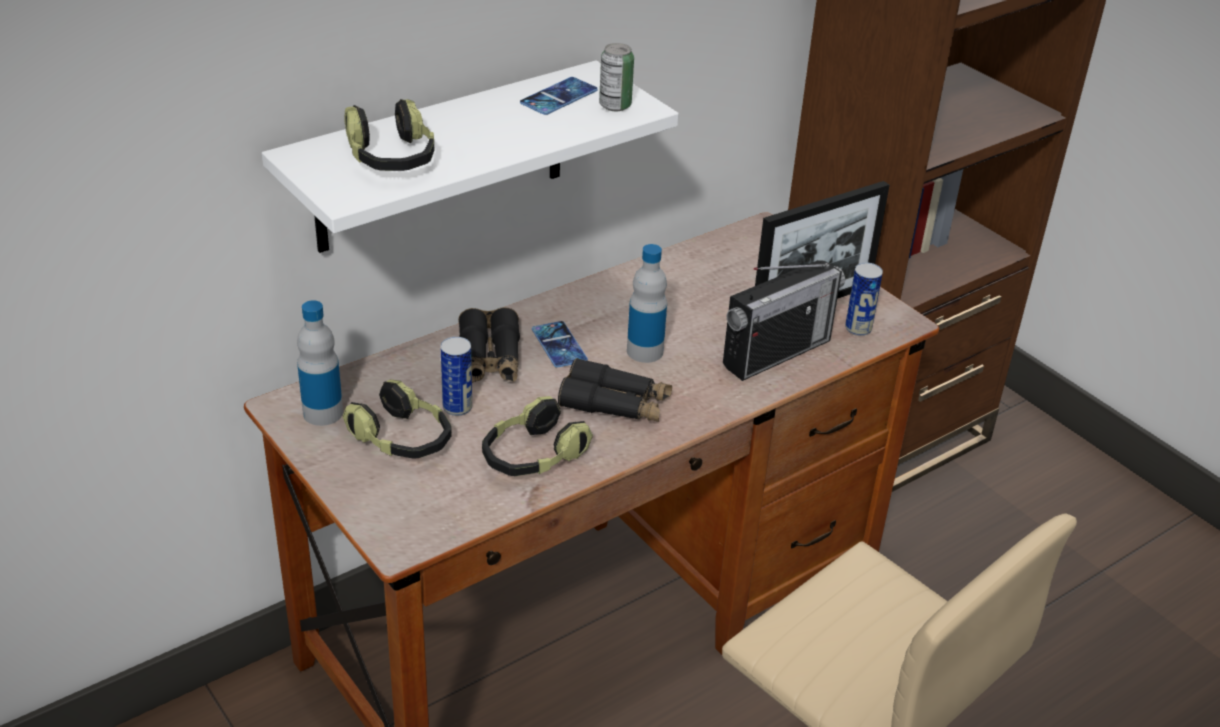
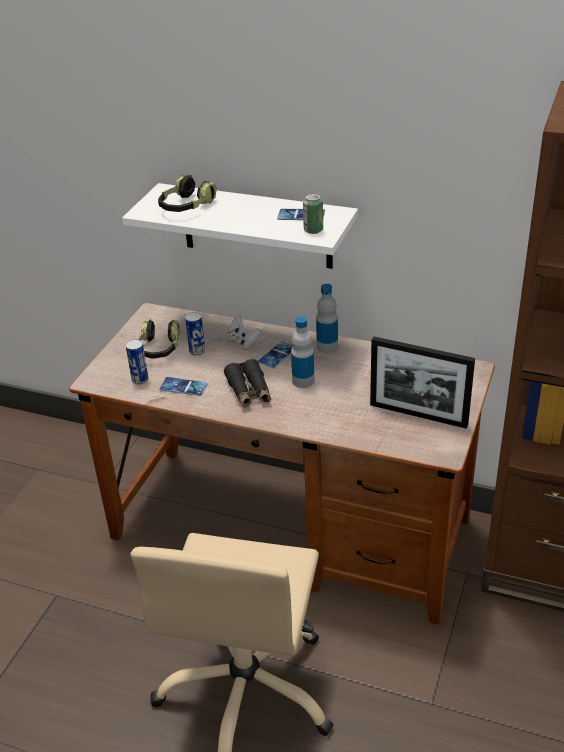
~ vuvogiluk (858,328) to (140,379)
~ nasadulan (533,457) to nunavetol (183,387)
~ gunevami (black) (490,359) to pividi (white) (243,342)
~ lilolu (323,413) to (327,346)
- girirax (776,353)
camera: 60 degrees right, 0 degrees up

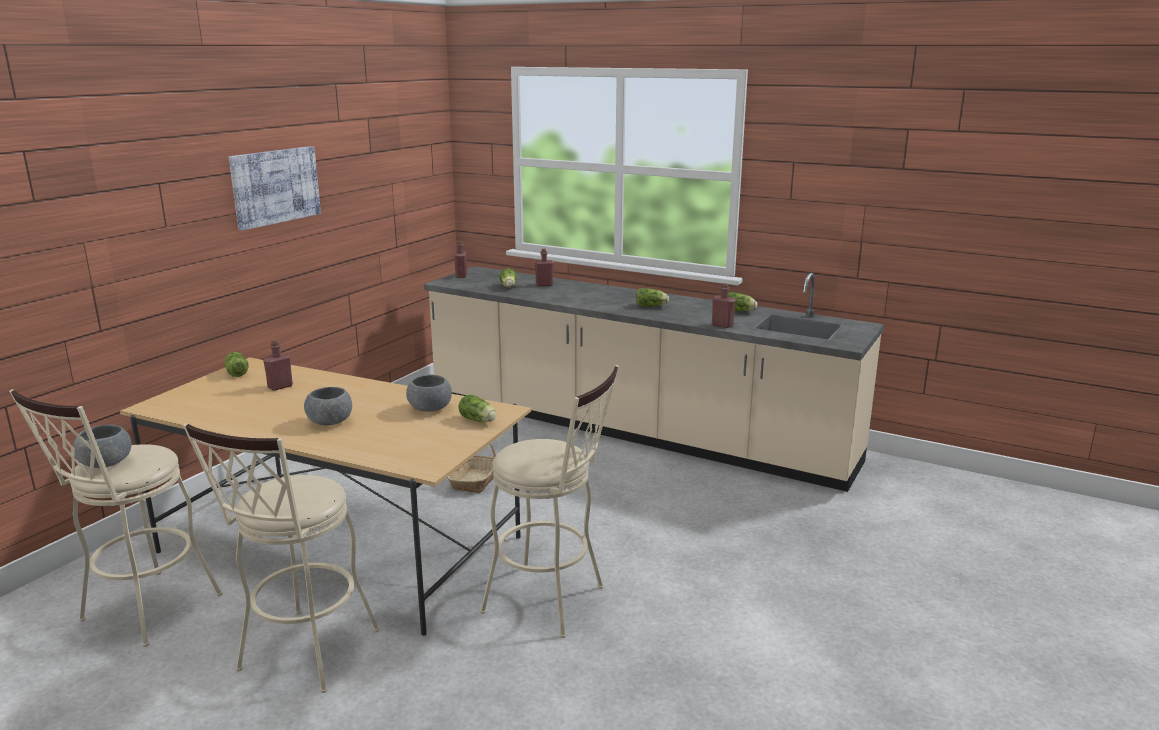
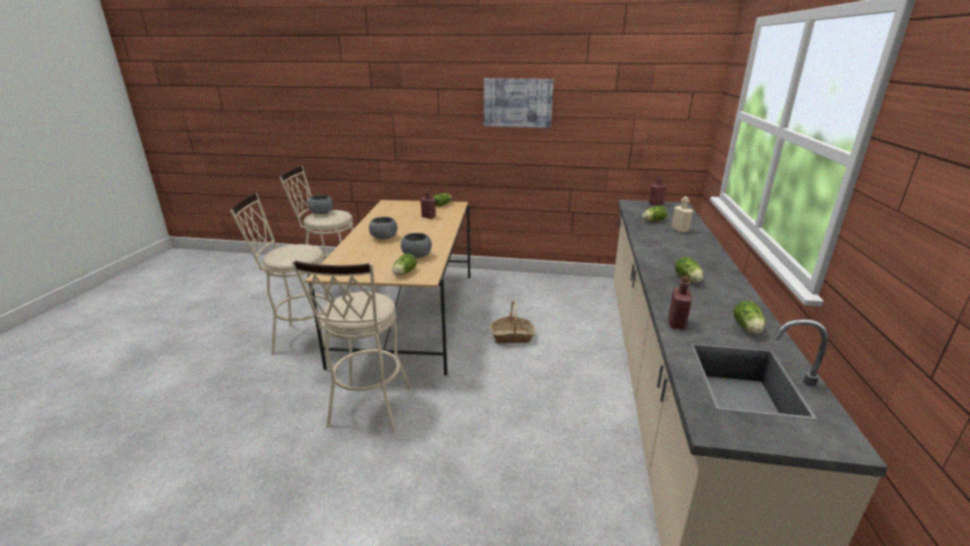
~ lilolu (red) (544,285) to lilolu (beige) (679,230)
camera: 70 degrees right, 5 degrees up

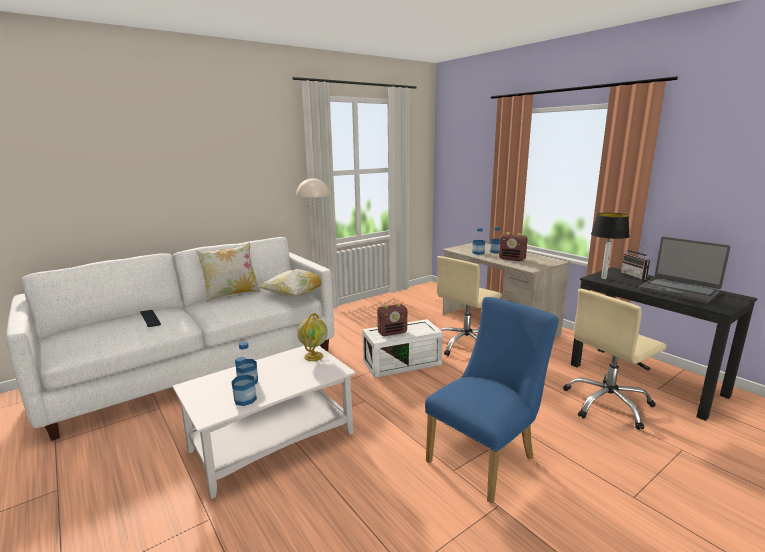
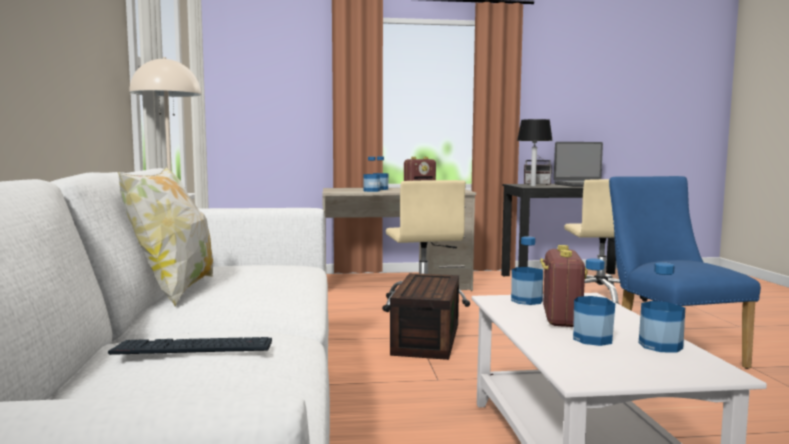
~ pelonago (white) (402,362) to pelonago (brown) (425,338)
~ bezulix (313,356) to lilolu (526,300)
~ girirax (392,333) to (561,319)
- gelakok (295,295)
camera: 60 degrees left, 10 degrees down

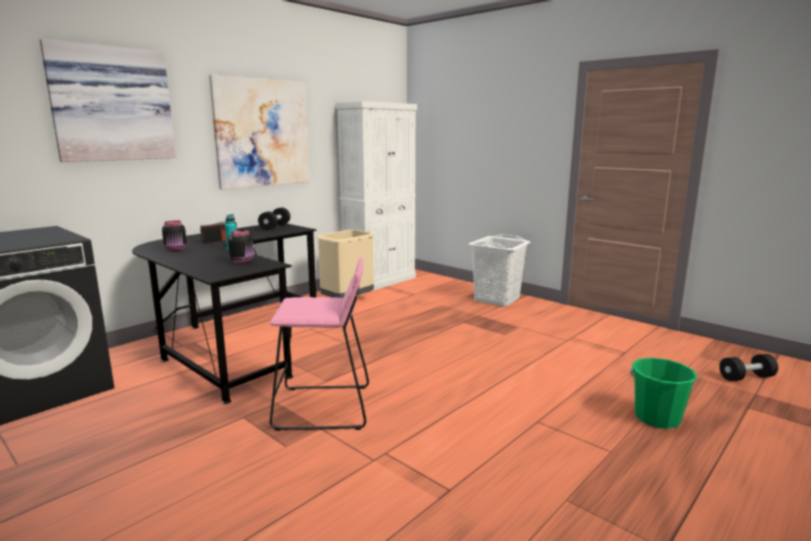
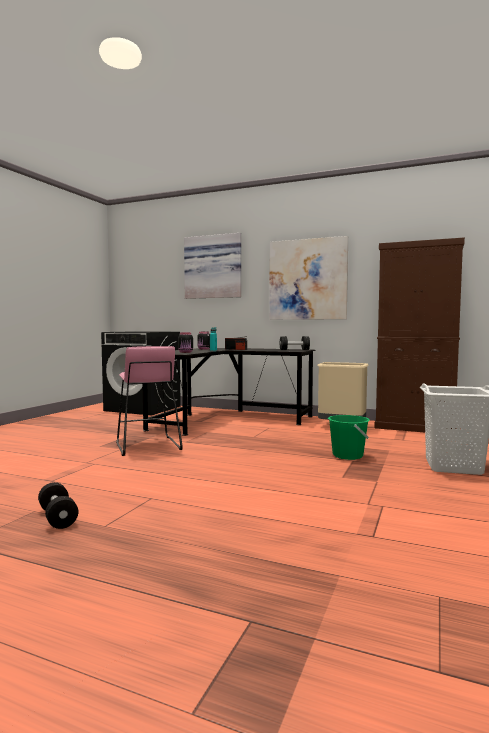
~ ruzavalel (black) (746,377) to (58,517)
~ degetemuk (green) (657,418) to (348,456)
~ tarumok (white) (379,281) to tarumok (brown) (415,427)
camera: 70 degrees right, 10 degrees down

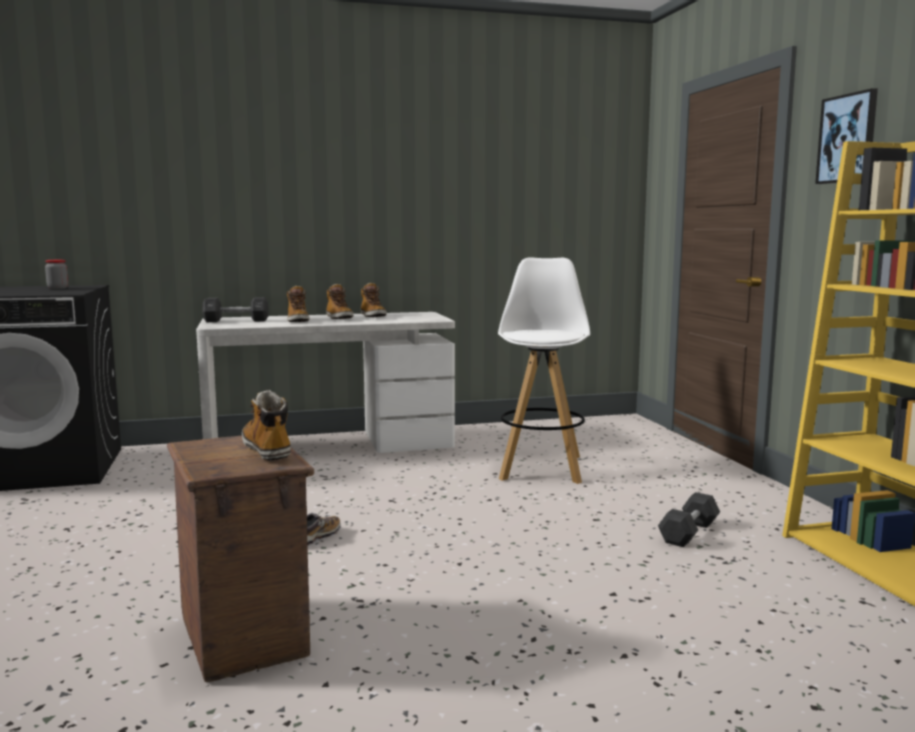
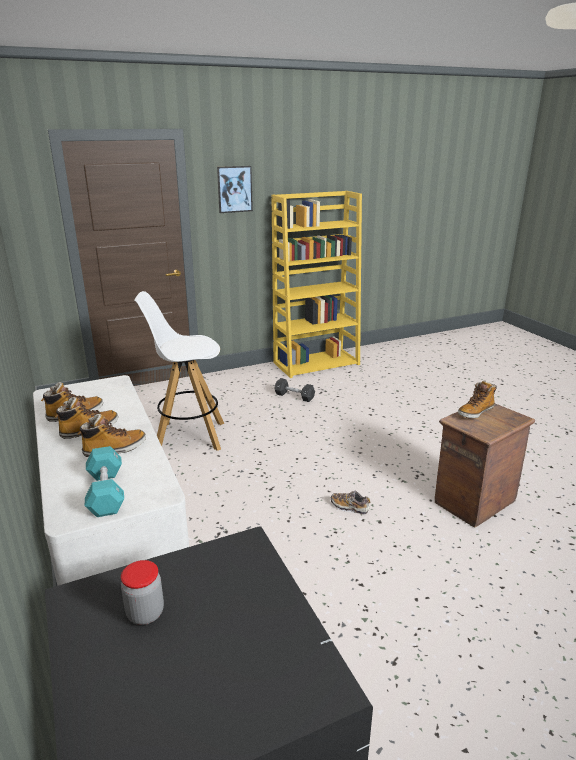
~ ruzavalel (black) (236,321) to ruzavalel (turquoise) (106,492)
camera: 100 degrees left, 15 degrees up

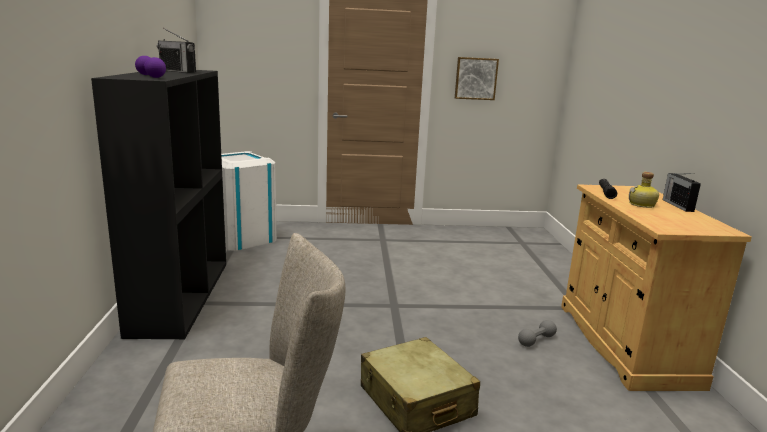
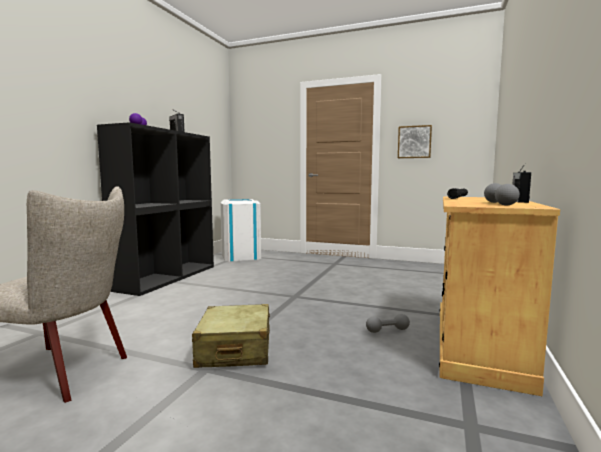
+ ruzavalel (grey) (499,204)
- lilolu (642,205)
camera: 25 degrees right, 10 degrees down

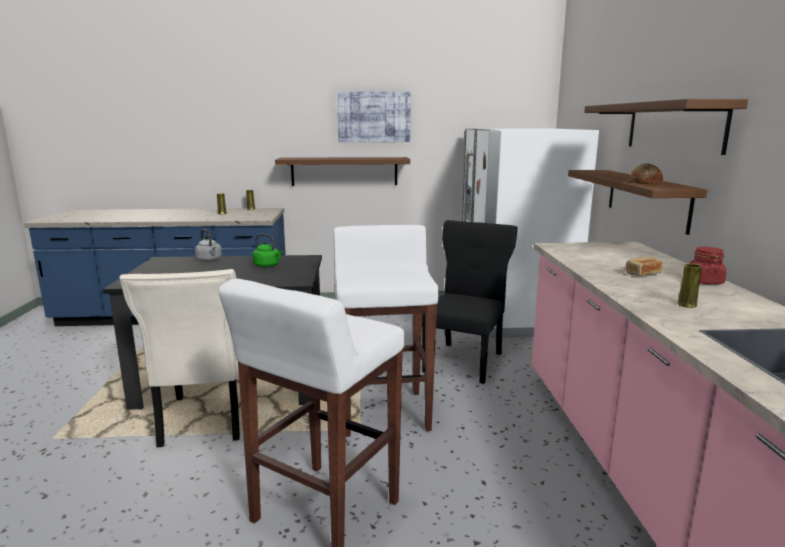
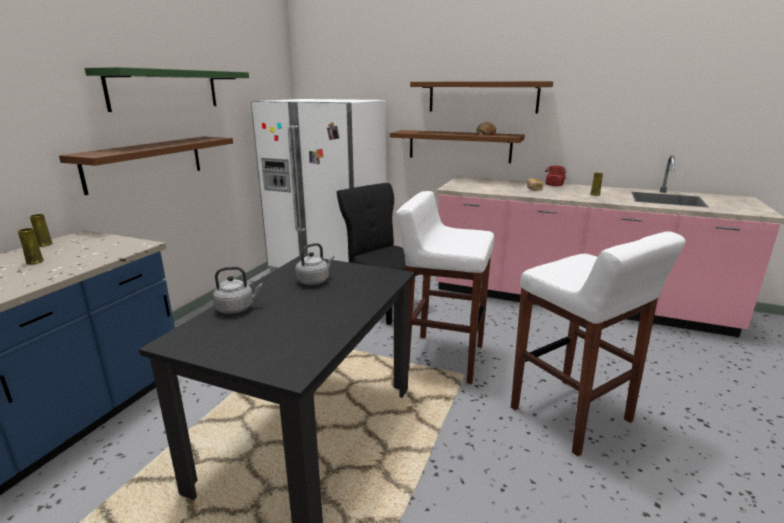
~ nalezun (374,117) to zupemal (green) (165,89)
~ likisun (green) (268,266) to likisun (grey) (314,281)
- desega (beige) (205,421)
camera: 65 degrees left, 5 degrees up

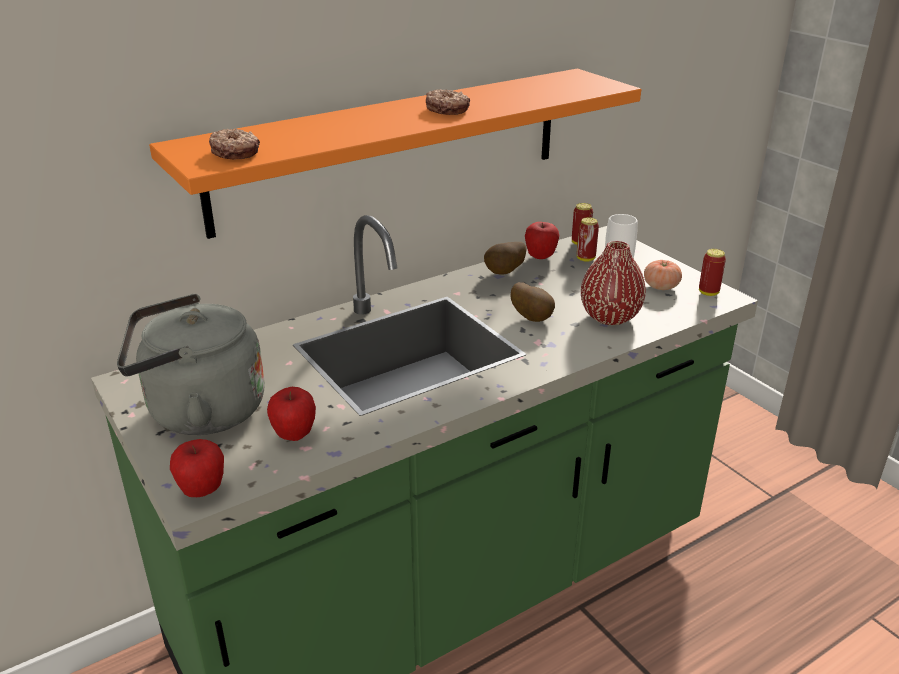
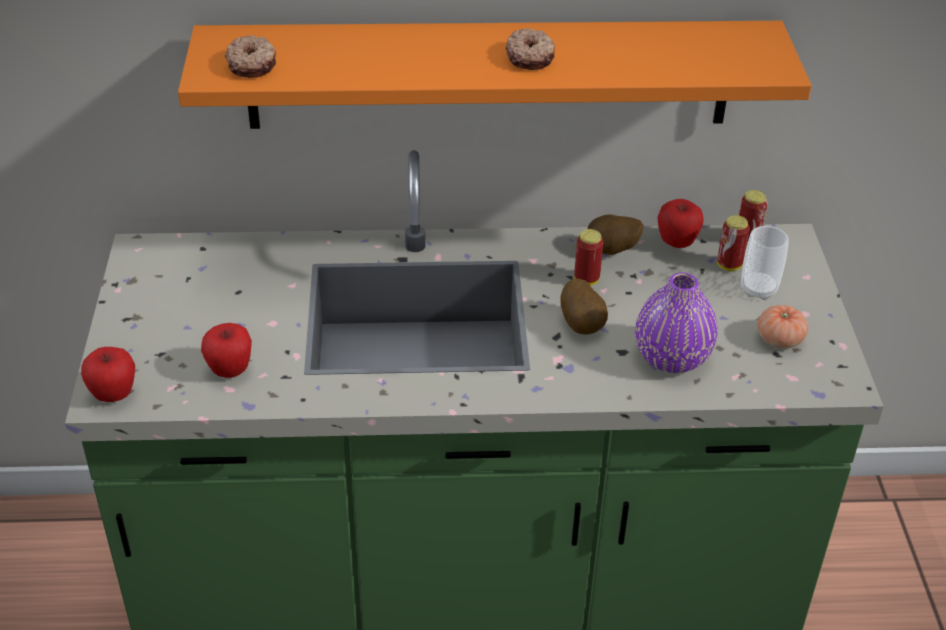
~ vuvogiluk (708,293) to (586,280)
~ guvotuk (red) (610,317) to guvotuk (purple) (672,358)
- likisun (grey) (199,412)
camera: 30 degrees right, 10 degrees up

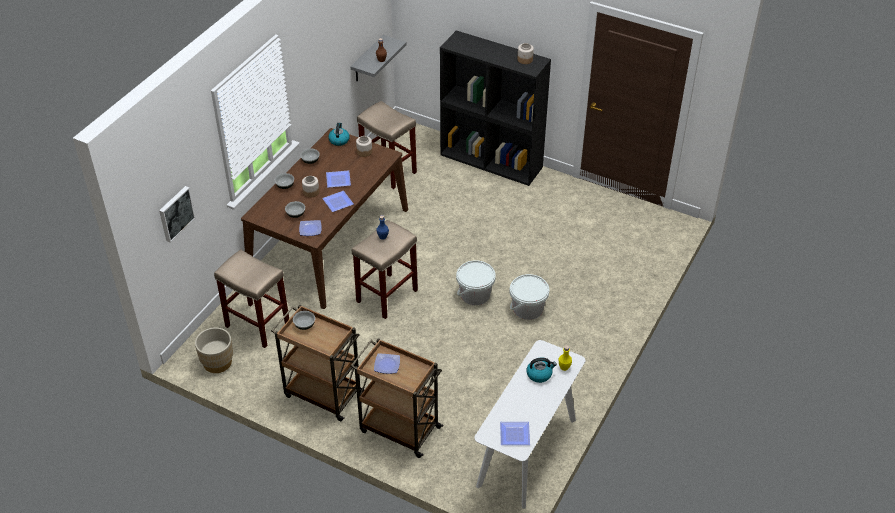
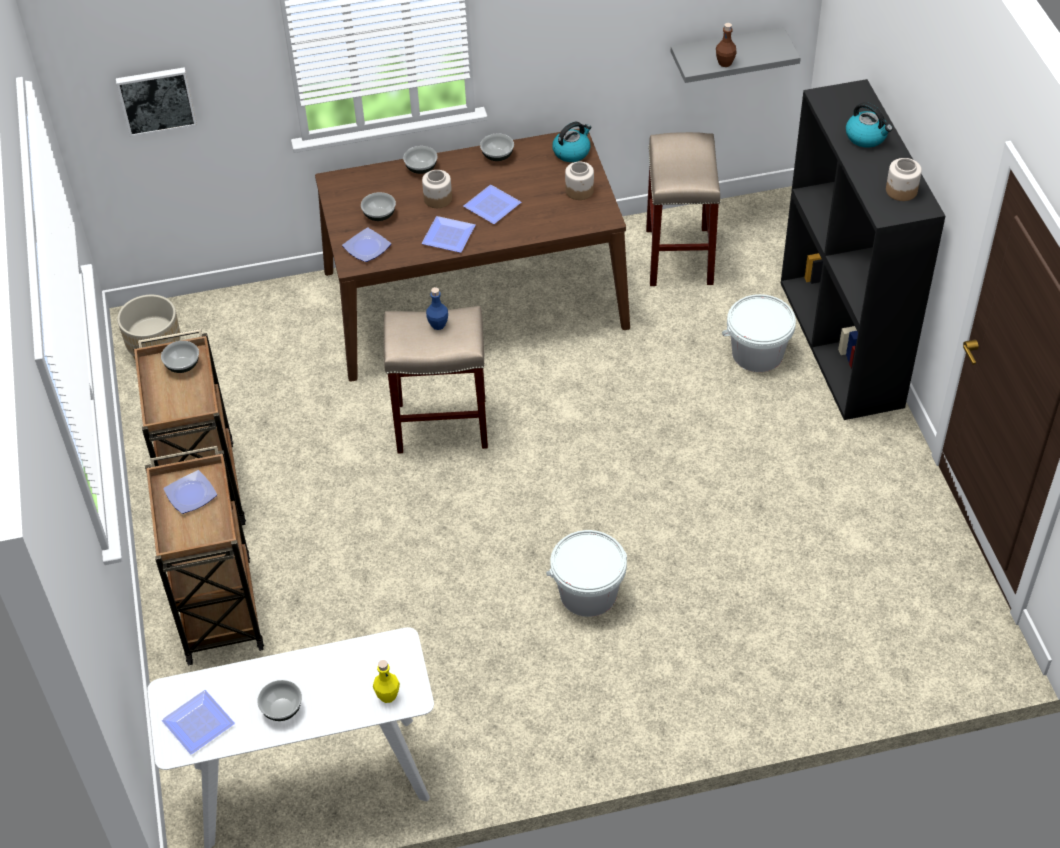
+ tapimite (282,708)
~ degetemuk (white) (475,294) to (757,353)
~ likisun (539,374) to (866,137)
- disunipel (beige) (256,325)
camera: 50 degrees right, 5 degrees up

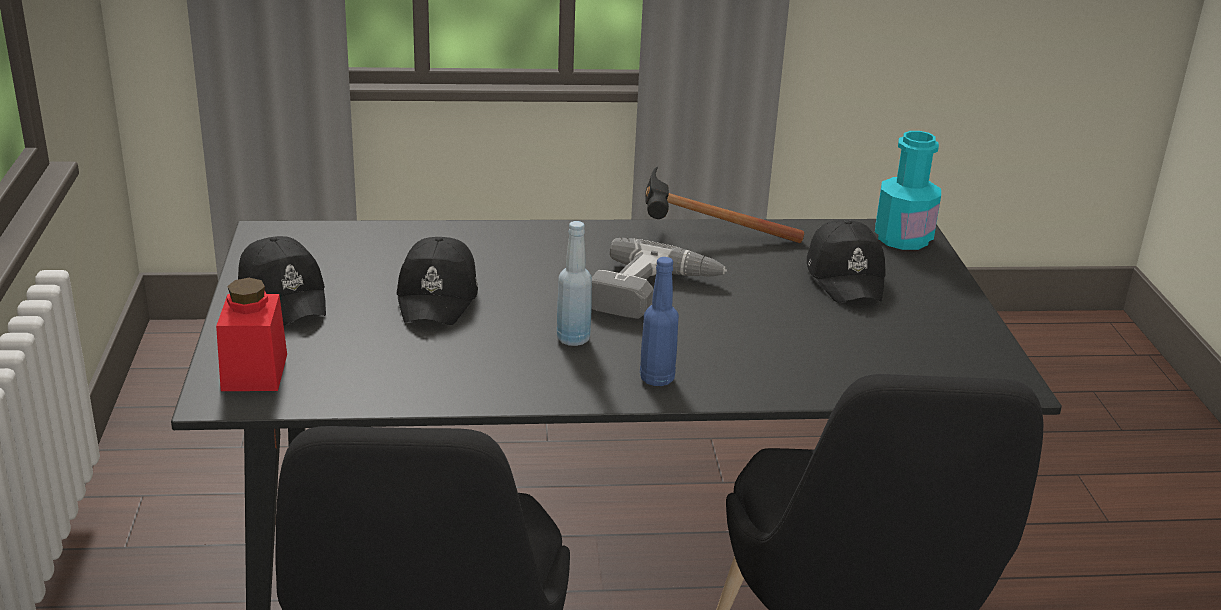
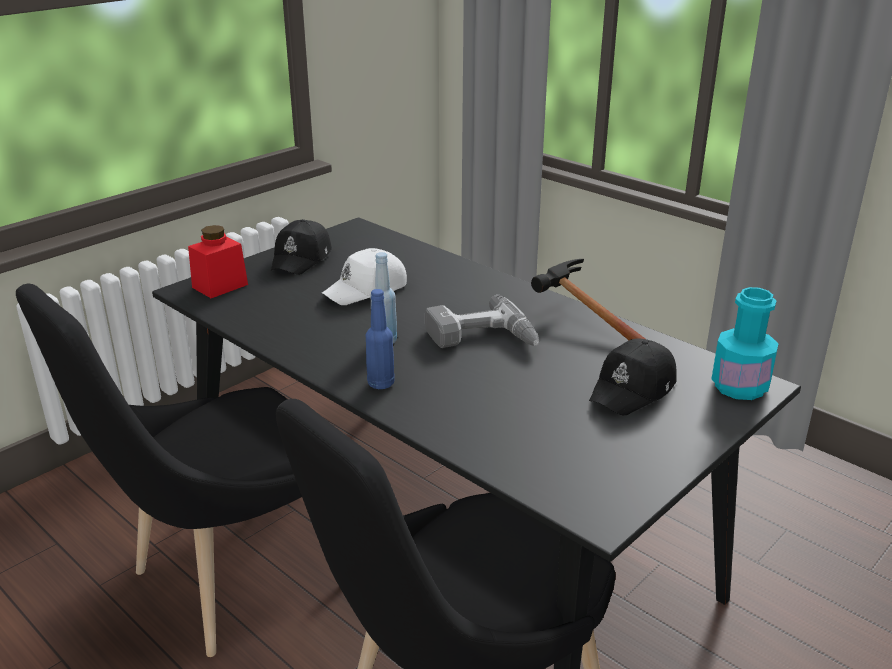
~ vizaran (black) (439,297) to vizaran (white) (367,289)
camera: 50 degrees right, 0 degrees up

